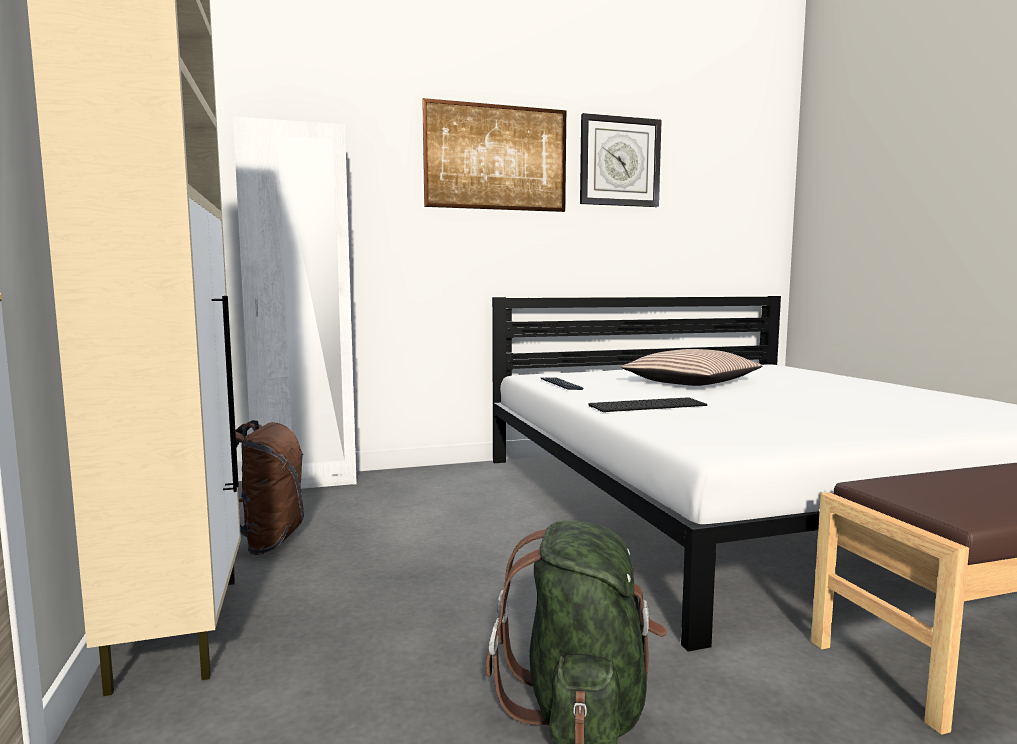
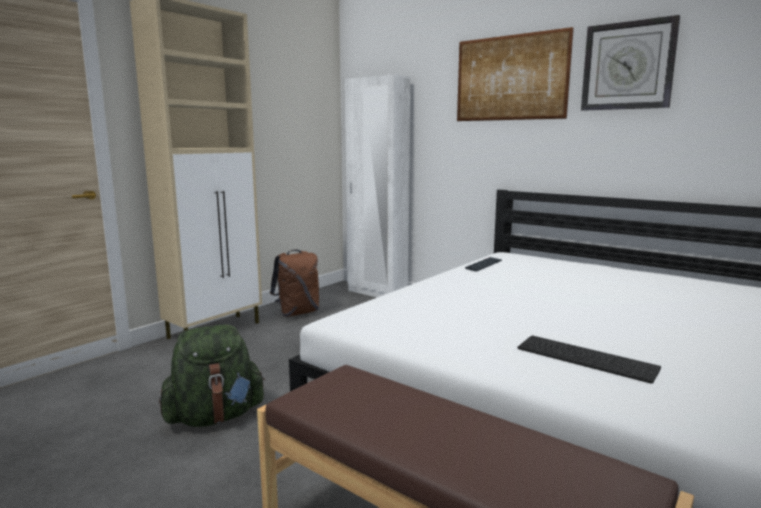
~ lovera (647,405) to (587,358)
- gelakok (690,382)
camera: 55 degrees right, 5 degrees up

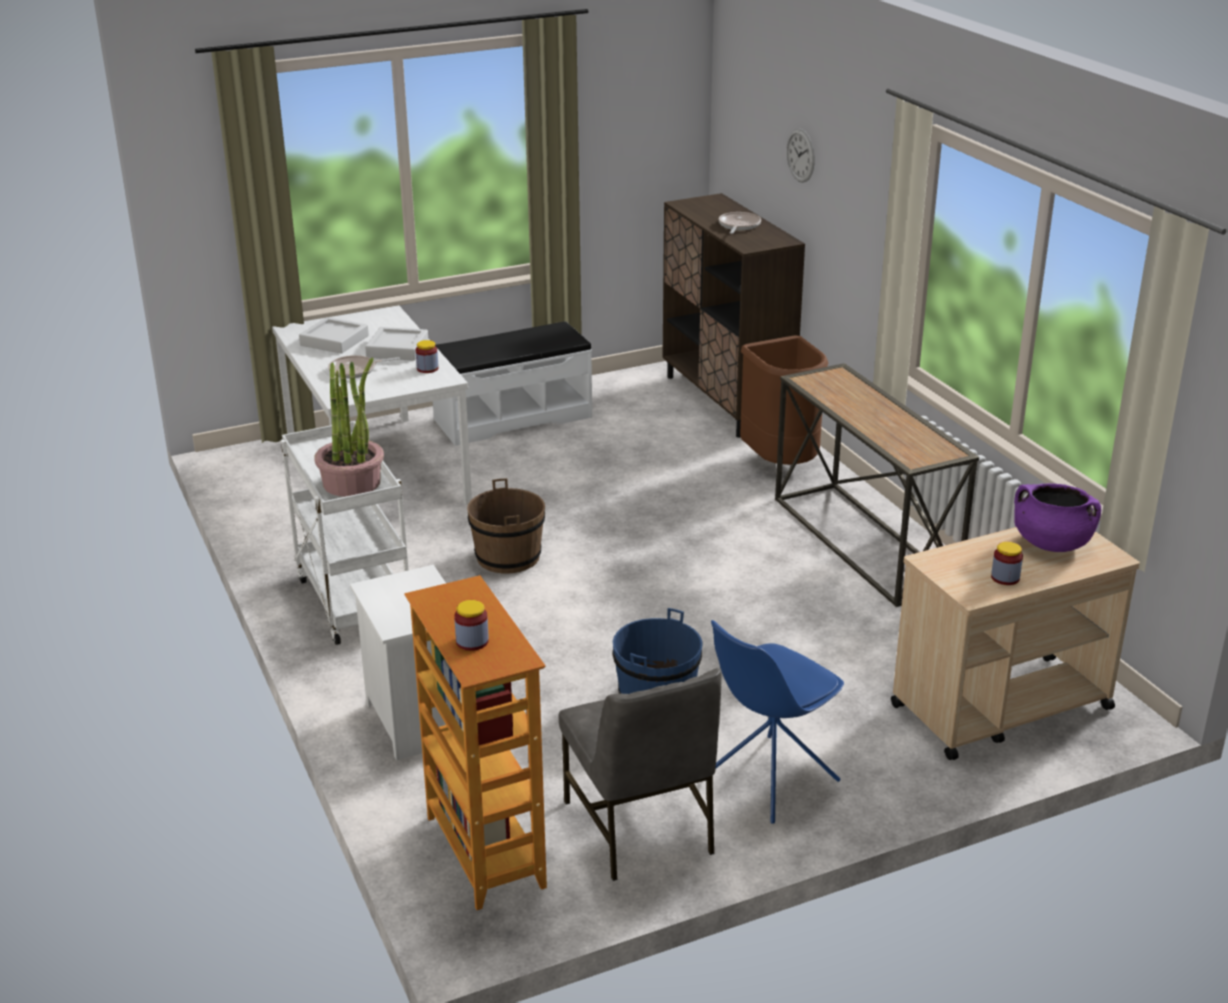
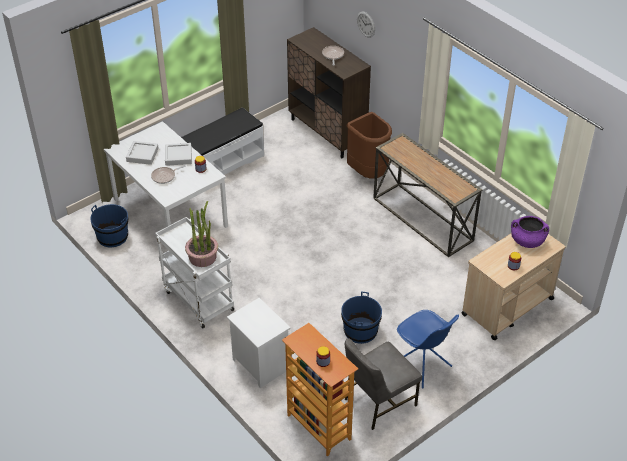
+ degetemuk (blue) (112,237)
~ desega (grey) (640,828) = (378,401) 90 degrees clockwise
~ desega (blue) (768,780) = (422,365) 75 degrees counterclockwise
- degetemuk (brown) (508,557)
camera: 15 degrees left, 15 degrees up

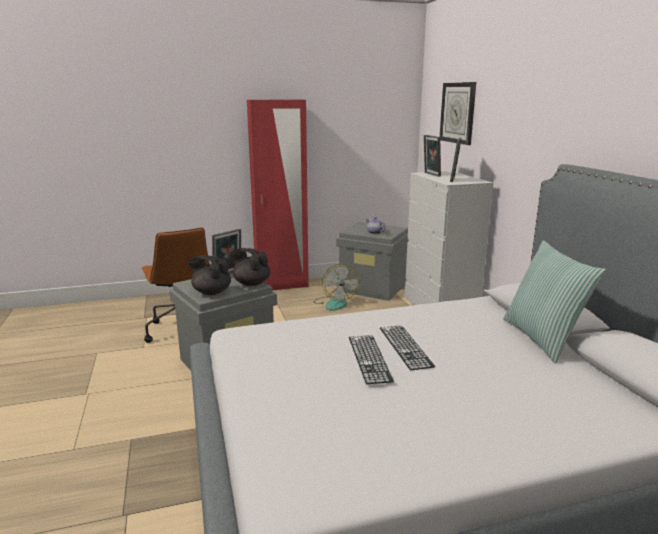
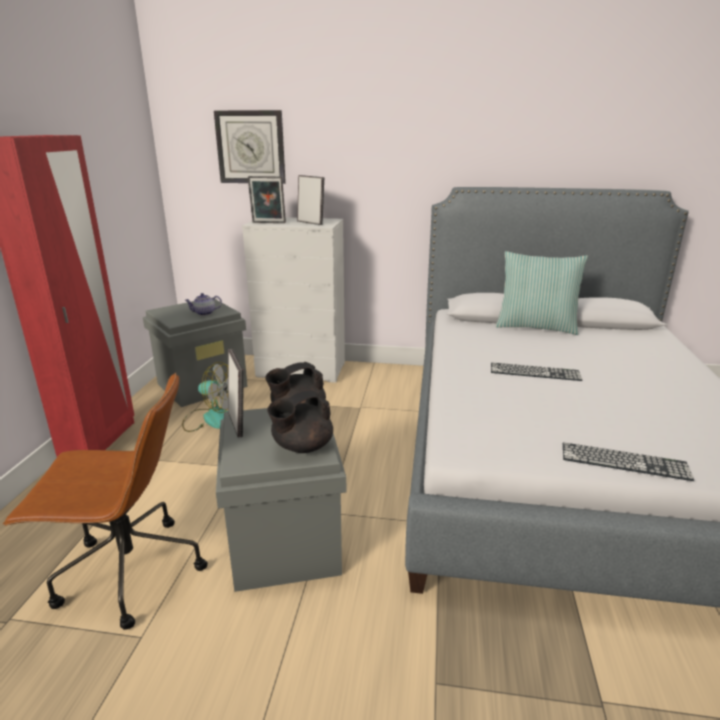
~ lovera (369,358) to (624,461)
camera: 65 degrees left, 5 degrees up

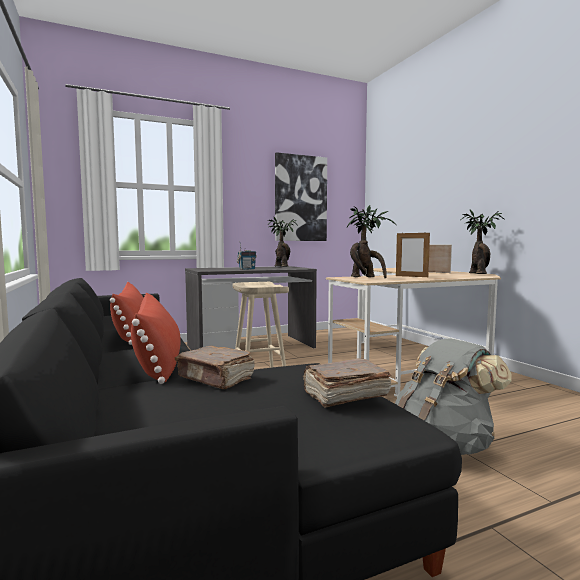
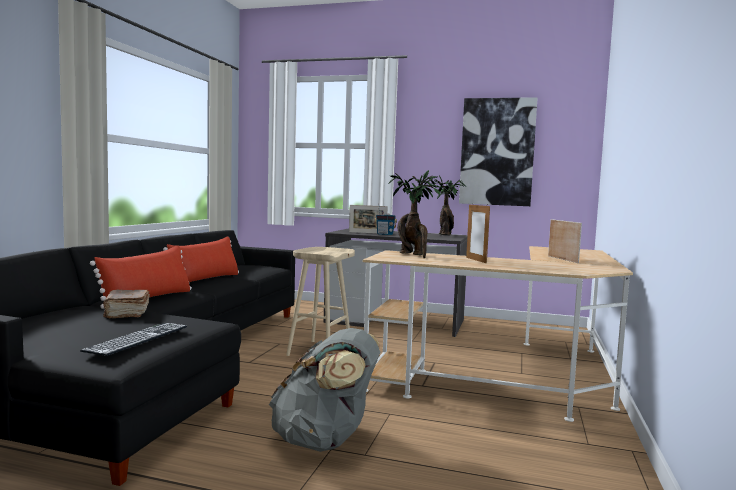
~ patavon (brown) (344,395) to lovera (138,338)
+ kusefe (367,233)
- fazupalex (477,274)
camera: 40 degrees right, 0 degrees up

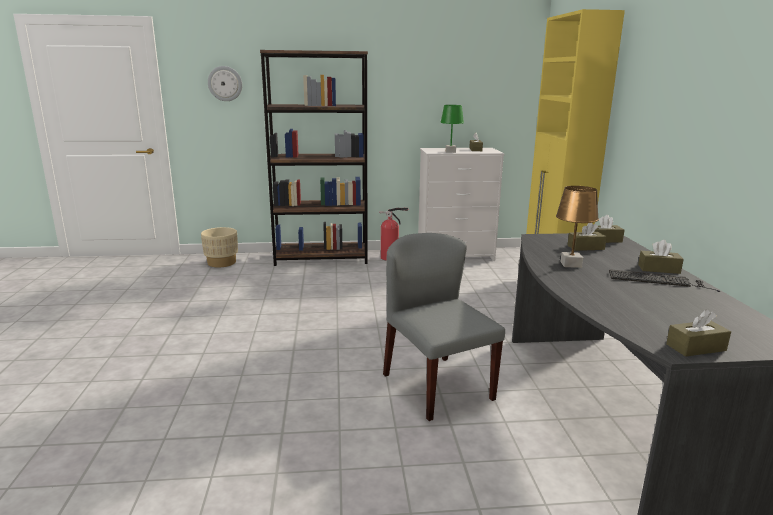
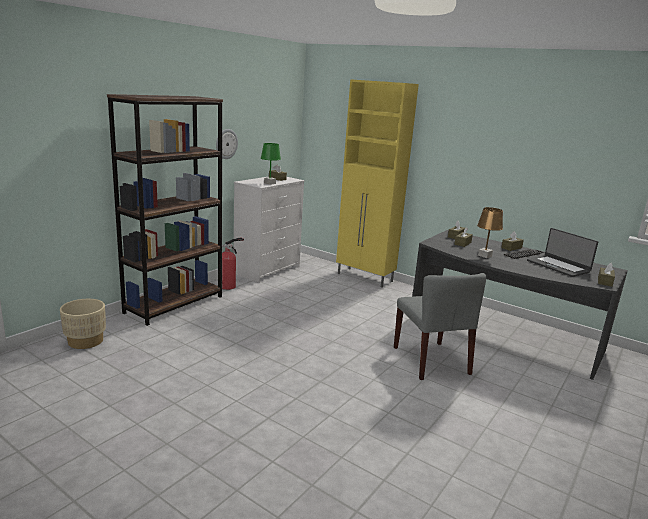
~ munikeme (225,83) to (226,144)
~ desega (grey) (436,386) = (431,360) 120 degrees counterclockwise
+ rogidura (558,266)
camera: 50 degrees left, 0 degrees up

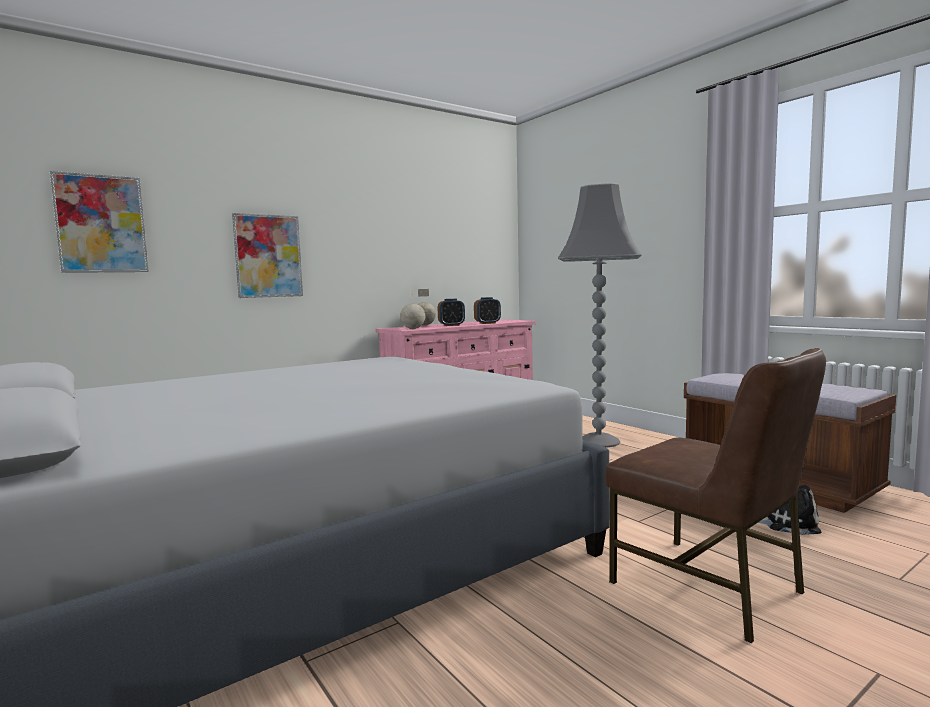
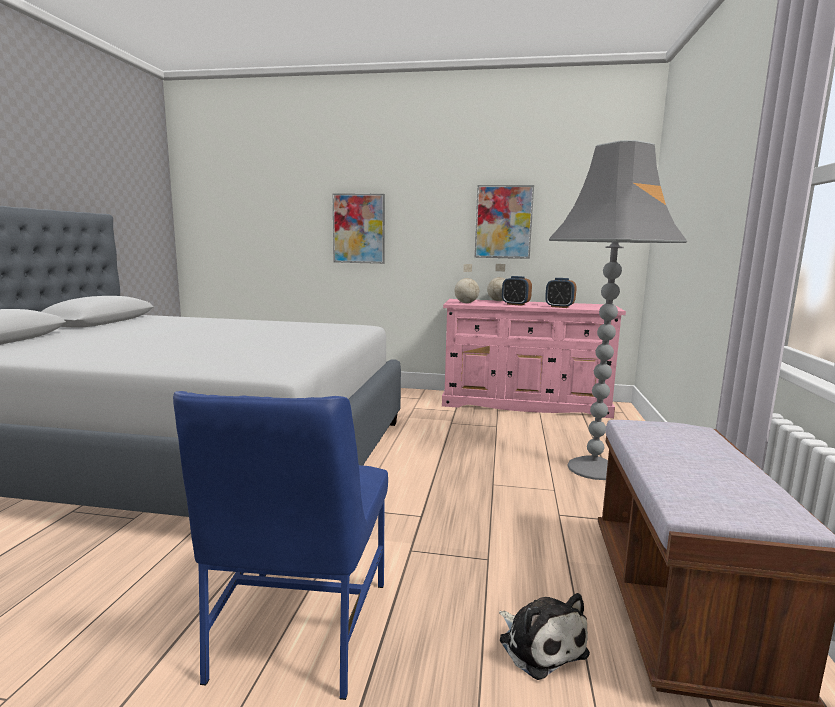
~ desega (brown) (708,587) to desega (blue) (298,630)
~ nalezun (101,224) to (503,222)
camera: 45 degrees right, 5 degrees up

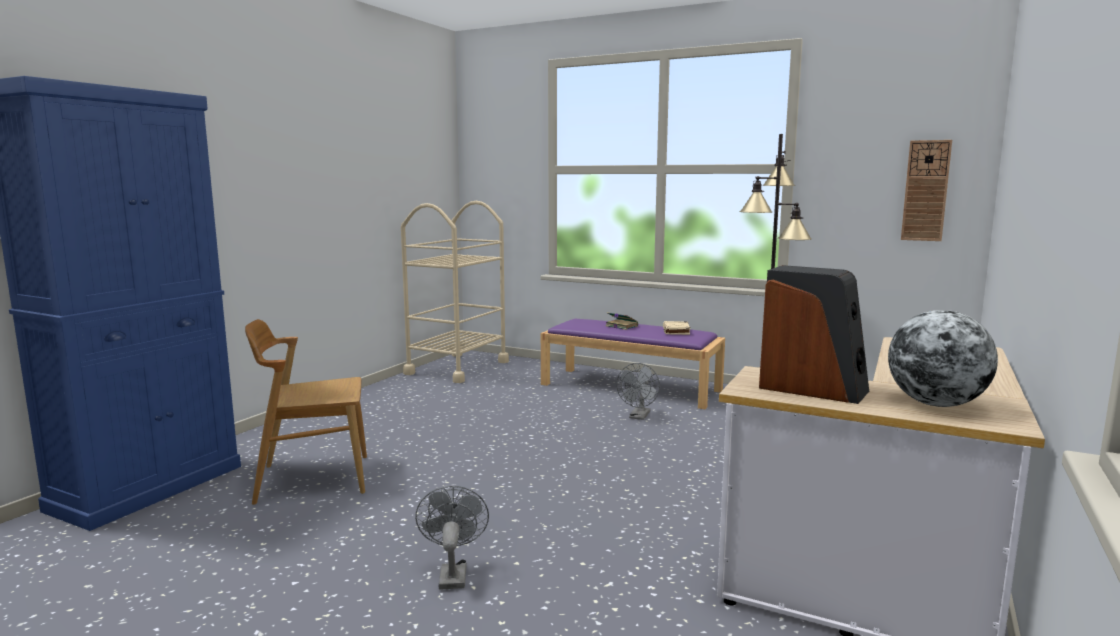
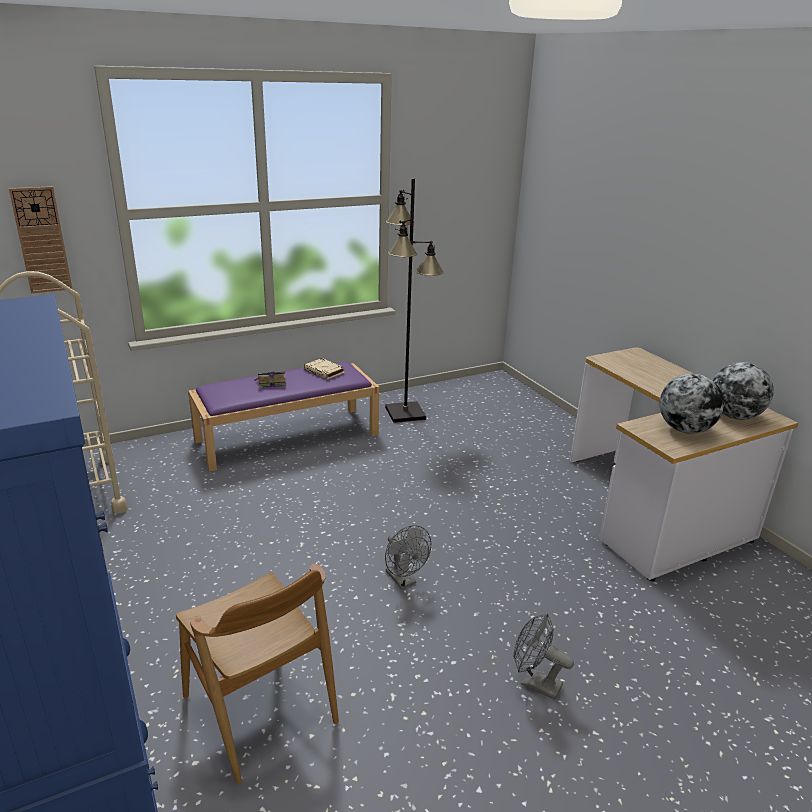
~ munikeme (925,191) to (41,240)
~ desega (brown) (313,479) = (260,710) 60 degrees counterclockwise
~ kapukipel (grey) (639,417) to (404,581)
~ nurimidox (813,388) to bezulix (684,430)
camera: 55 degrees left, 15 degrees up

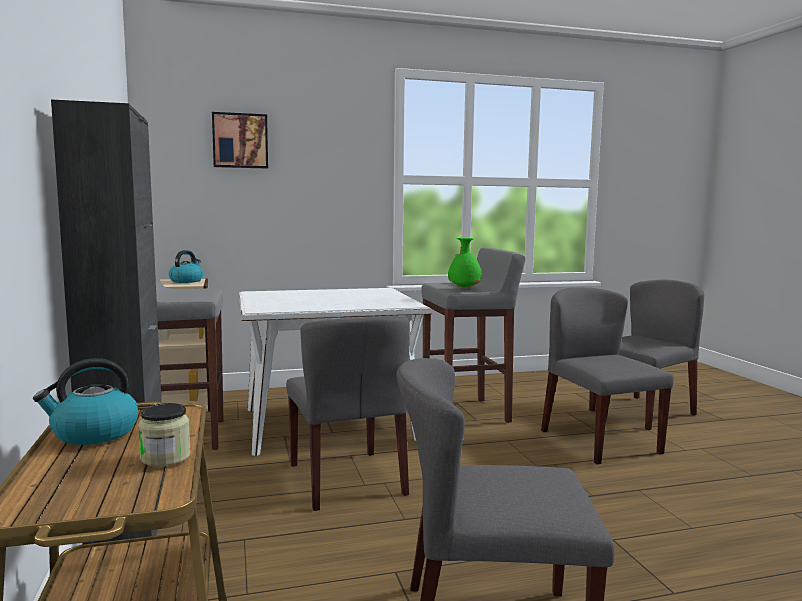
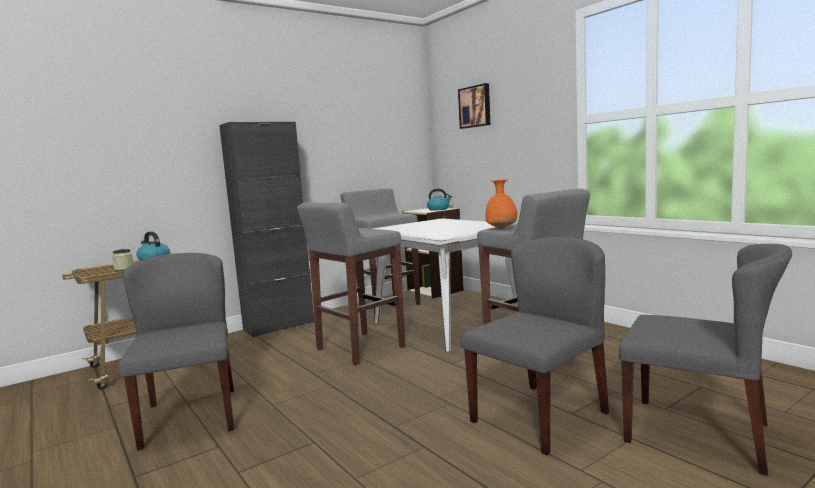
~ desega (grey) (347,479) to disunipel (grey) (359,348)
~ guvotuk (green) (464,289) to guvotuk (orange) (502,229)
camera: 70 degrees right, 0 degrees up

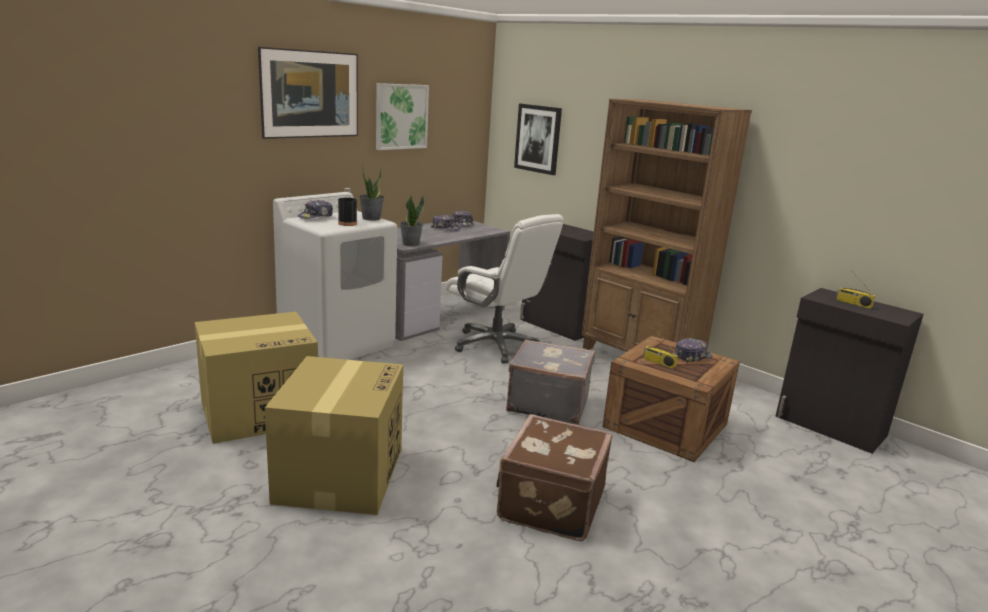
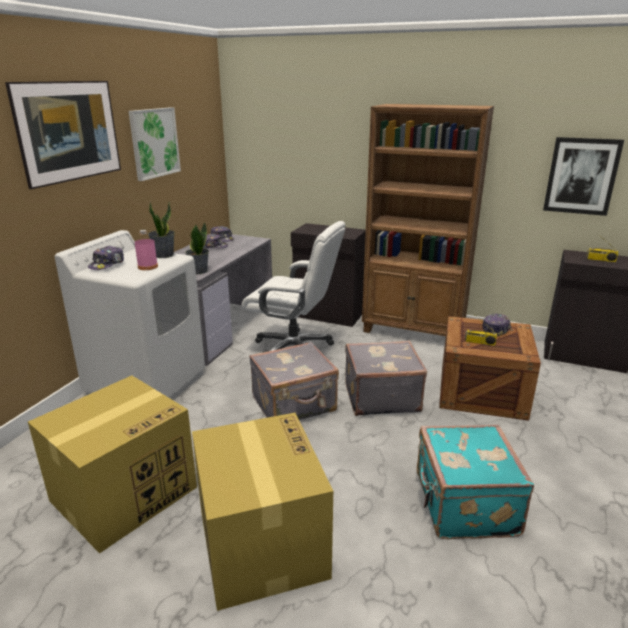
~ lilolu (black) (347,223) to lilolu (pink) (148,267)
+ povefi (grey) (294,405)
~ povefi (brown) (549,504) to povefi (turquoise) (463,504)
~ nalezun (538,139) to (581,176)
camera: 20 degrees left, 5 degrees up

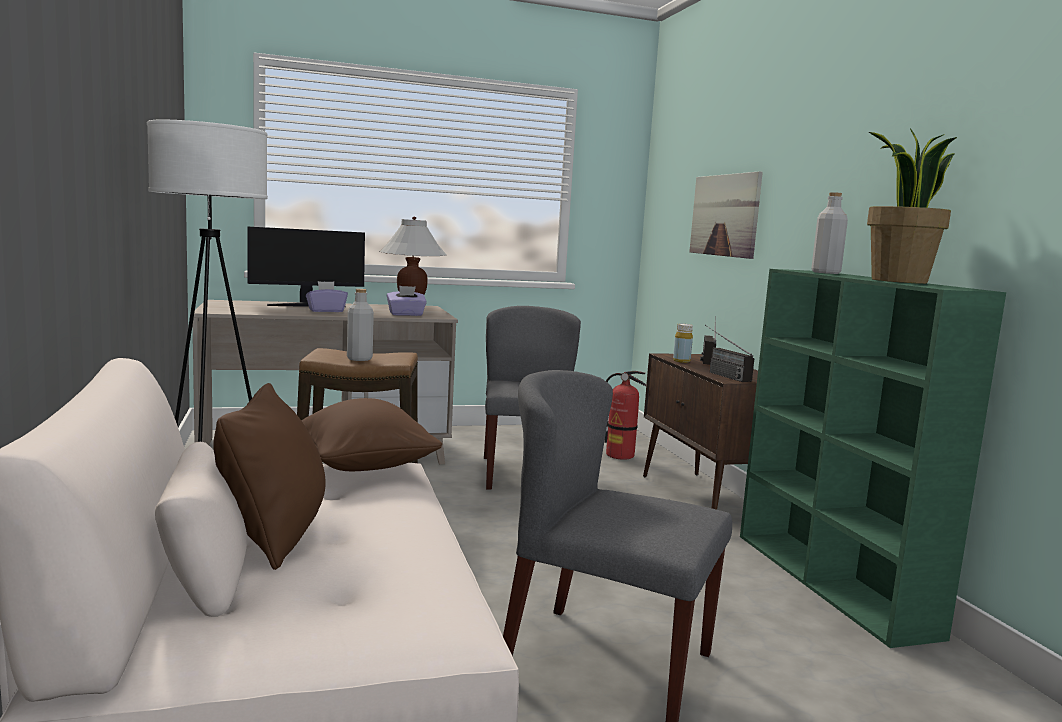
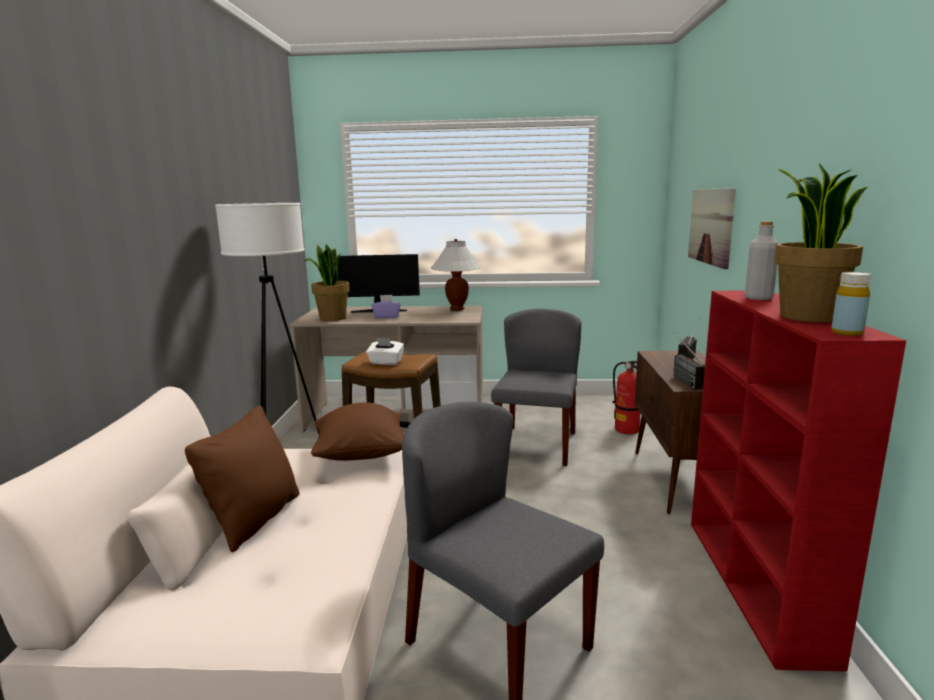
+ fazupalex (332,318)
~ lilolu (grey) (359,359) to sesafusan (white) (385,362)
~ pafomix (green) (832,583) to pafomix (red) (756,586)
~ lilolu (yellow) (681,361) to (847,333)
- sesafusan (purple) (406,314)
camera: 20 degrees right, 5 degrees up

